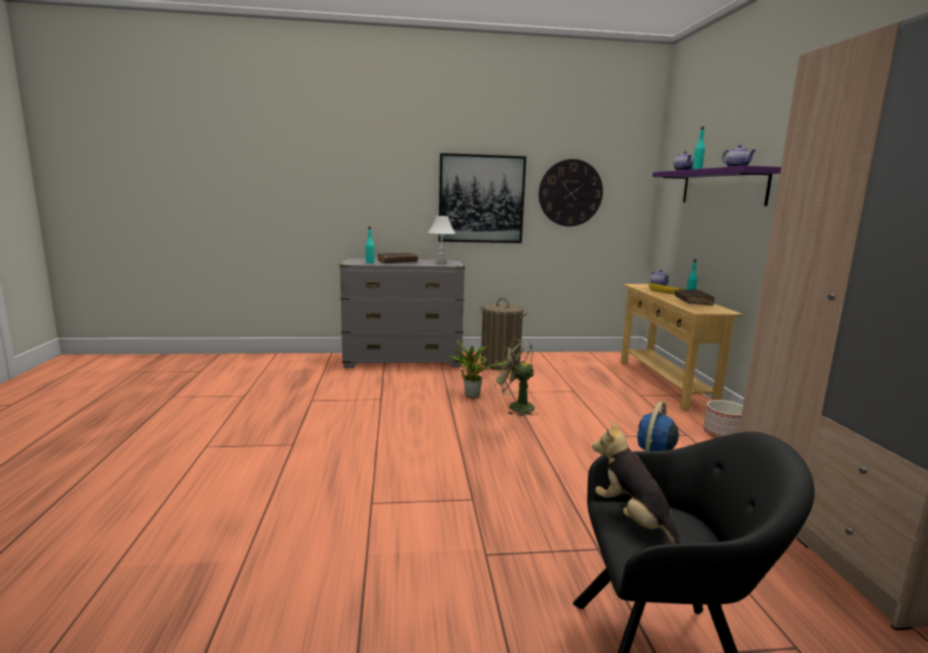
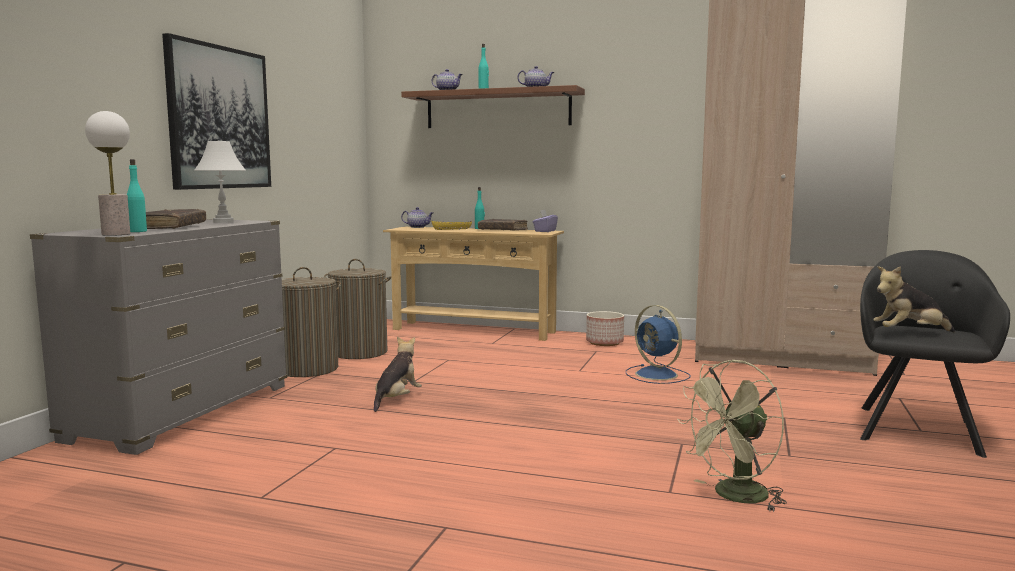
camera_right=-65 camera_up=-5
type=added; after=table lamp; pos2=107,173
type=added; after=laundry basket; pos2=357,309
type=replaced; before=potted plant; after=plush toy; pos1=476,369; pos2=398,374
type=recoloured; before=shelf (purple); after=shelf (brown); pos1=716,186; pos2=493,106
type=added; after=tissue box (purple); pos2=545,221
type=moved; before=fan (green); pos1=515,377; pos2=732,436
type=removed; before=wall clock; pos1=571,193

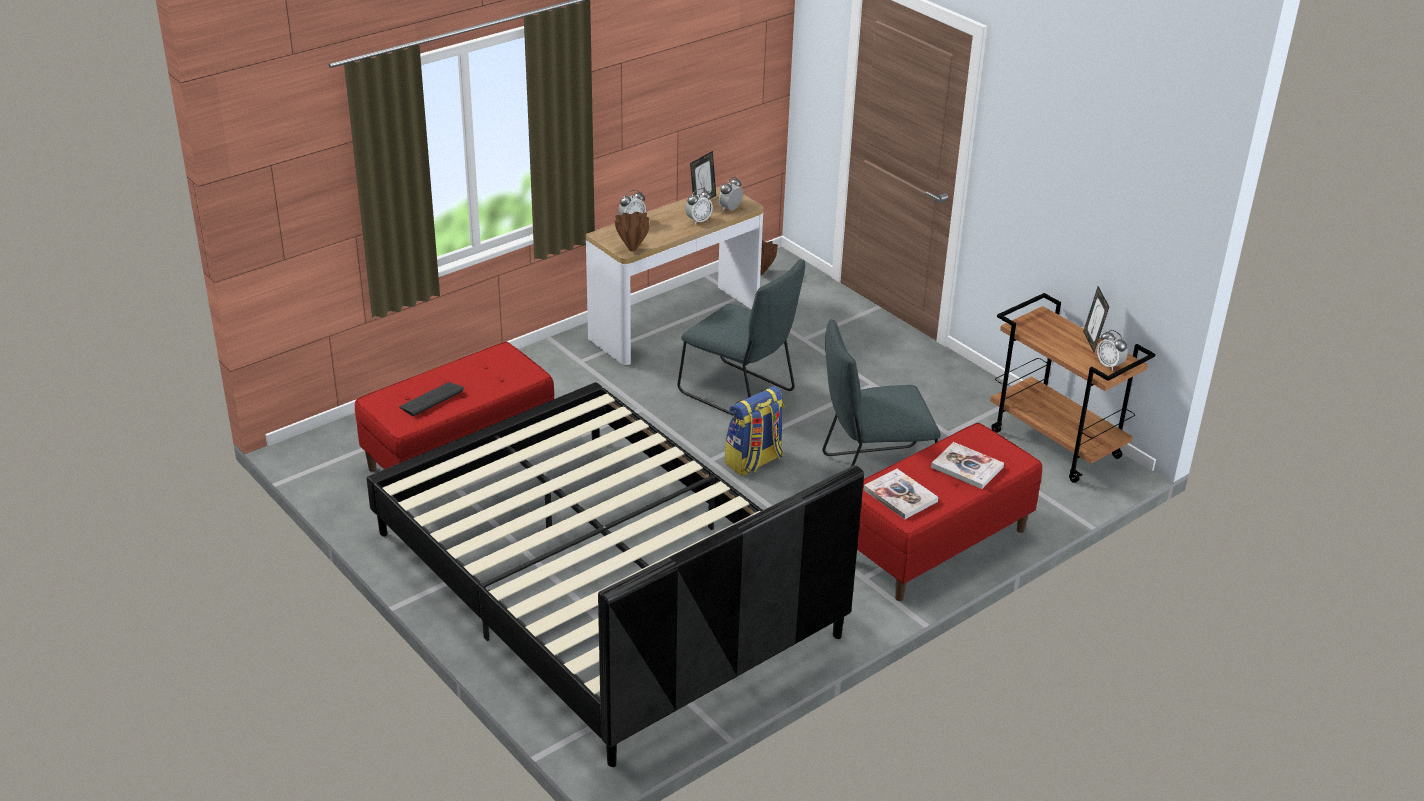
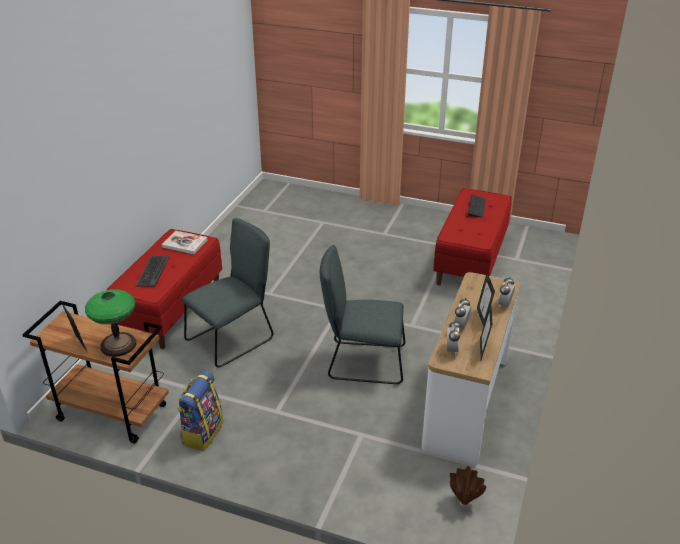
camera_right=150 camera_up=0
type=added; after=table lamp; pos2=110,323
type=replaced; before=book; after=keyboard; pos1=967,465; pos2=152,271
type=moved; before=backpack; pos1=754,431; pos2=200,411
type=added; after=picture frame; pos2=486,300
type=removed; before=bed (black); pos1=615,574
type=removed; before=vase (brown); pos1=632,232
type=removed; before=alarm clock; pos1=1112,350

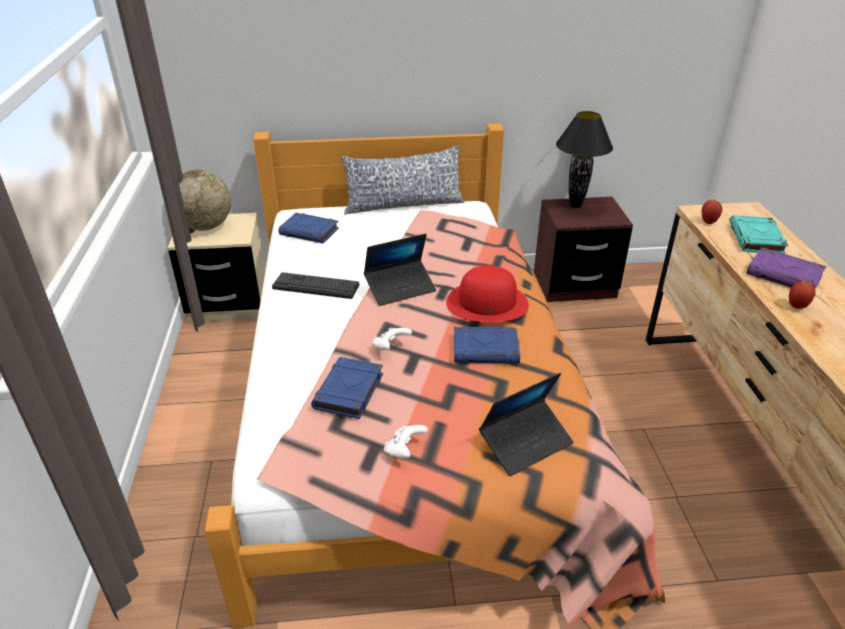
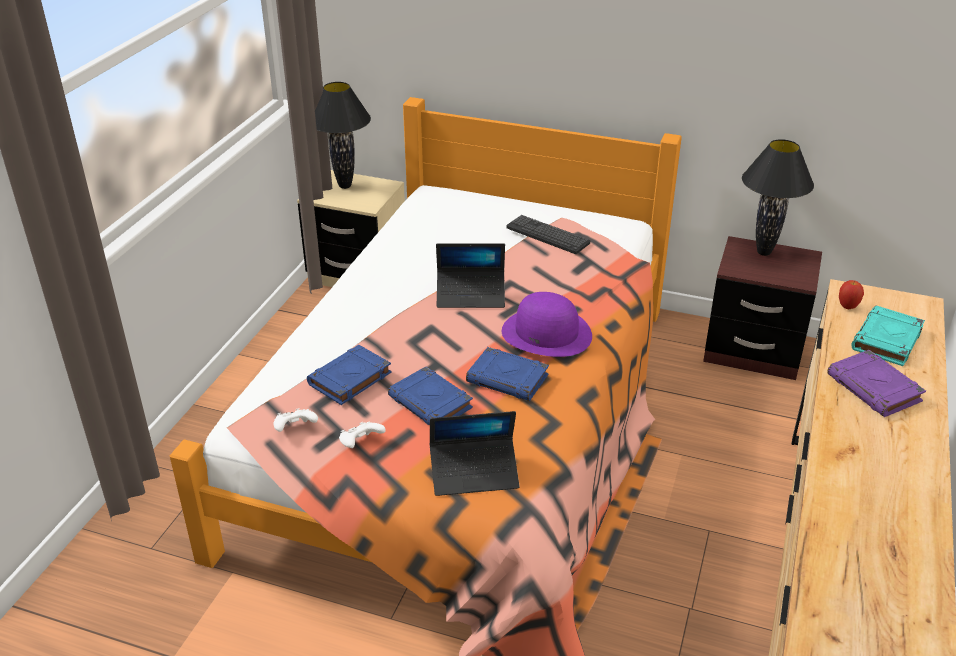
camera_right=25 camera_up=0
type=moved; before=game controller (white); pos1=392,338; pos2=295,420
type=replaced; before=globe; after=table lamp (black); pos1=205,200; pos2=343,135
type=moved; before=book (blue); pos1=309,228; pos2=430,396
type=recoloured; before=hat (red); after=hat (purple); pos1=487,294; pos2=547,324
type=moved; before=keyboard; pos1=315,285; pos2=548,234
type=removed; before=pillow; pos1=403,180
type=removed; before=apple; pos1=802,295

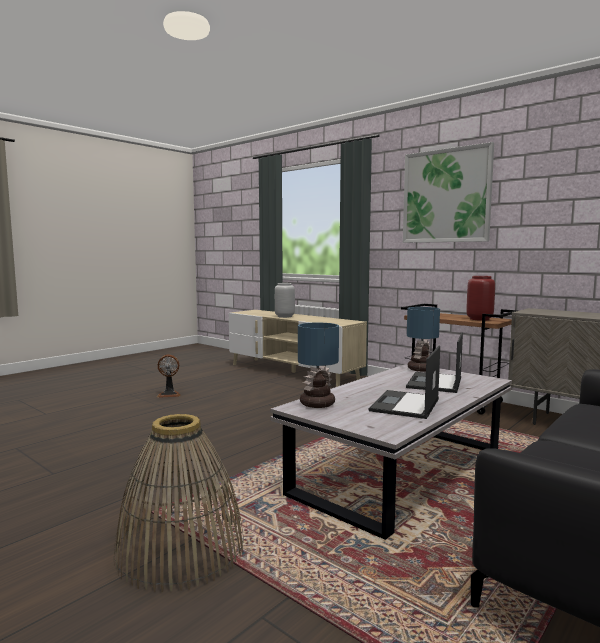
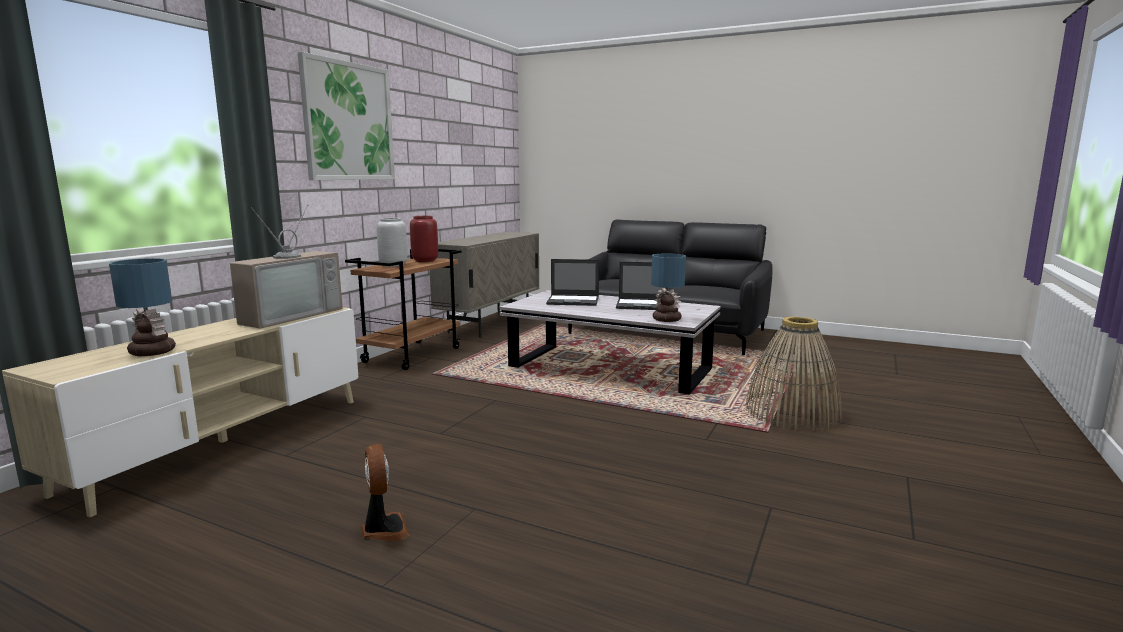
camera_right=-105 camera_up=5
type=moved; before=table lamp; pos1=423,339; pos2=142,307
type=added; after=television; pos2=286,267
type=moved; before=vase (grey); pos1=285,300; pos2=392,242

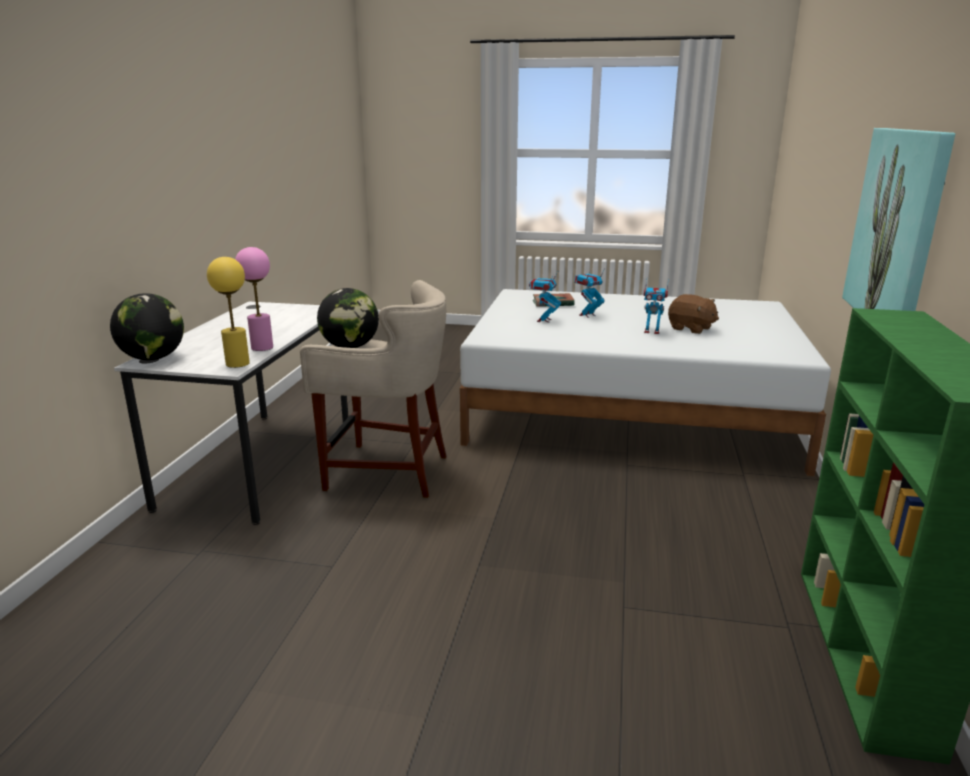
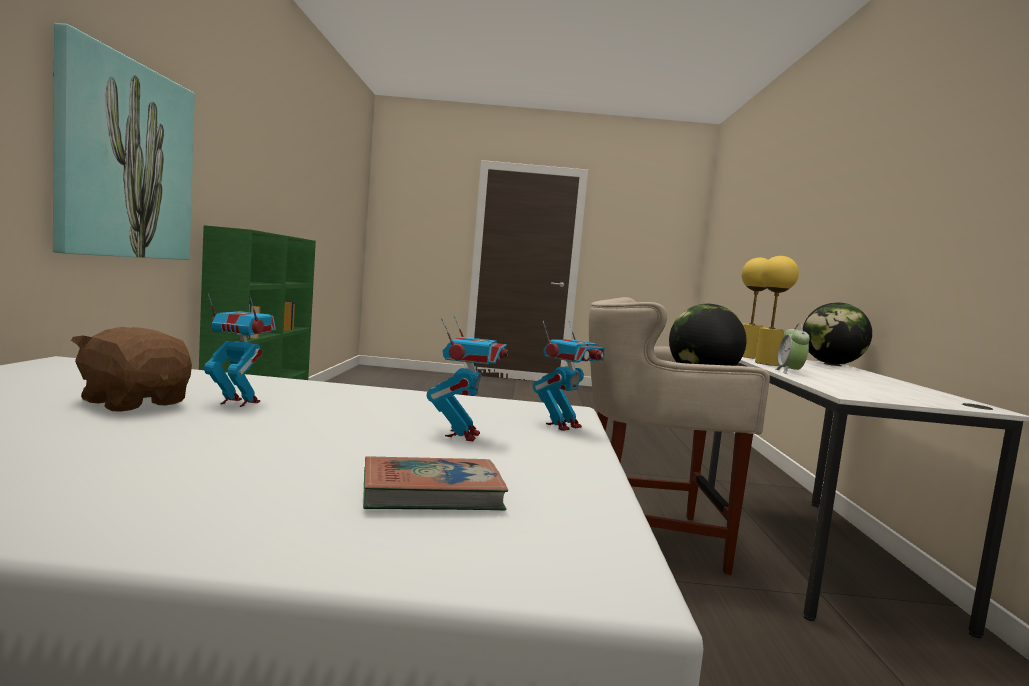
camera_right=170 camera_up=-15
type=moved; before=toy robot; pos1=589,293; pos2=569,376
type=recoloured; before=table lamp (pink); after=table lamp (yellow); pos1=254,299; pos2=777,311
type=added; after=alarm clock; pos2=793,349

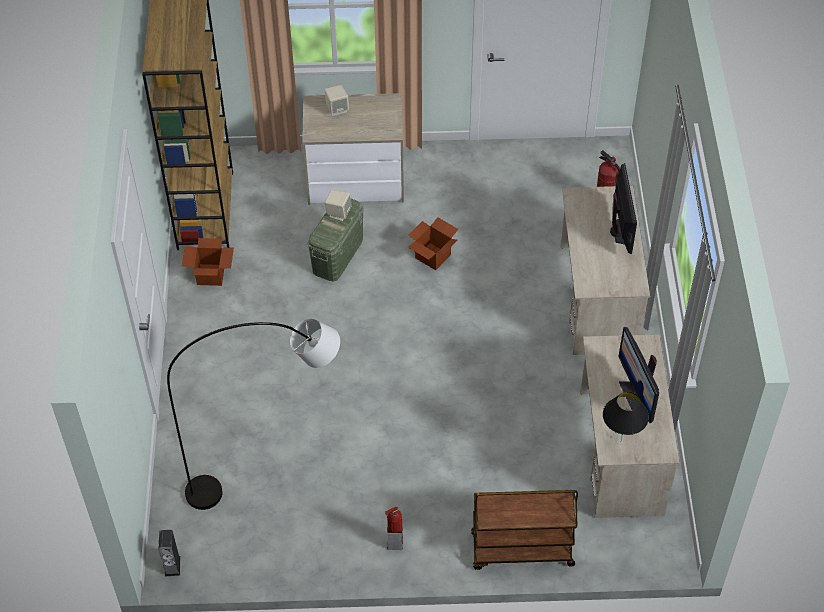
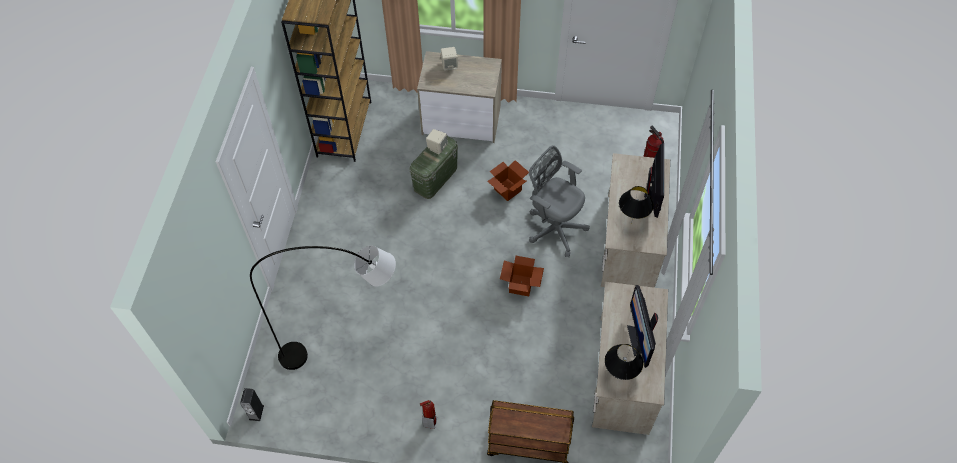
camera_right=10 camera_up=5
type=moved; before=cardboard box; pos1=208,262; pos2=522,276
type=added; after=office chair (grey); pos2=559,201
type=added; after=table lamp (black); pos2=636,205

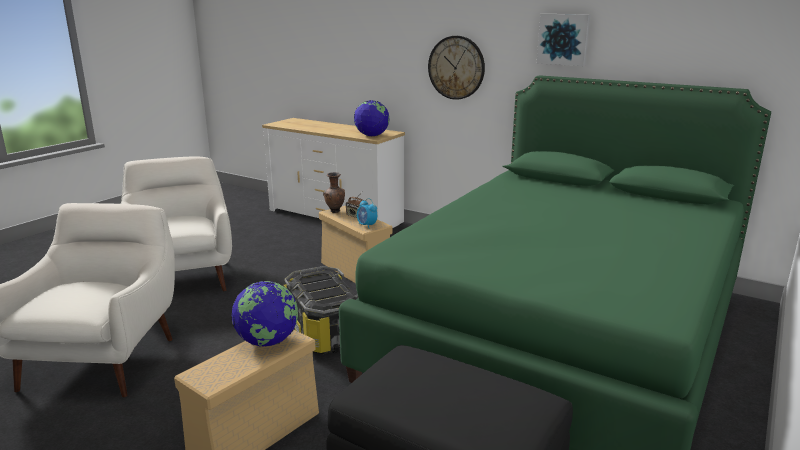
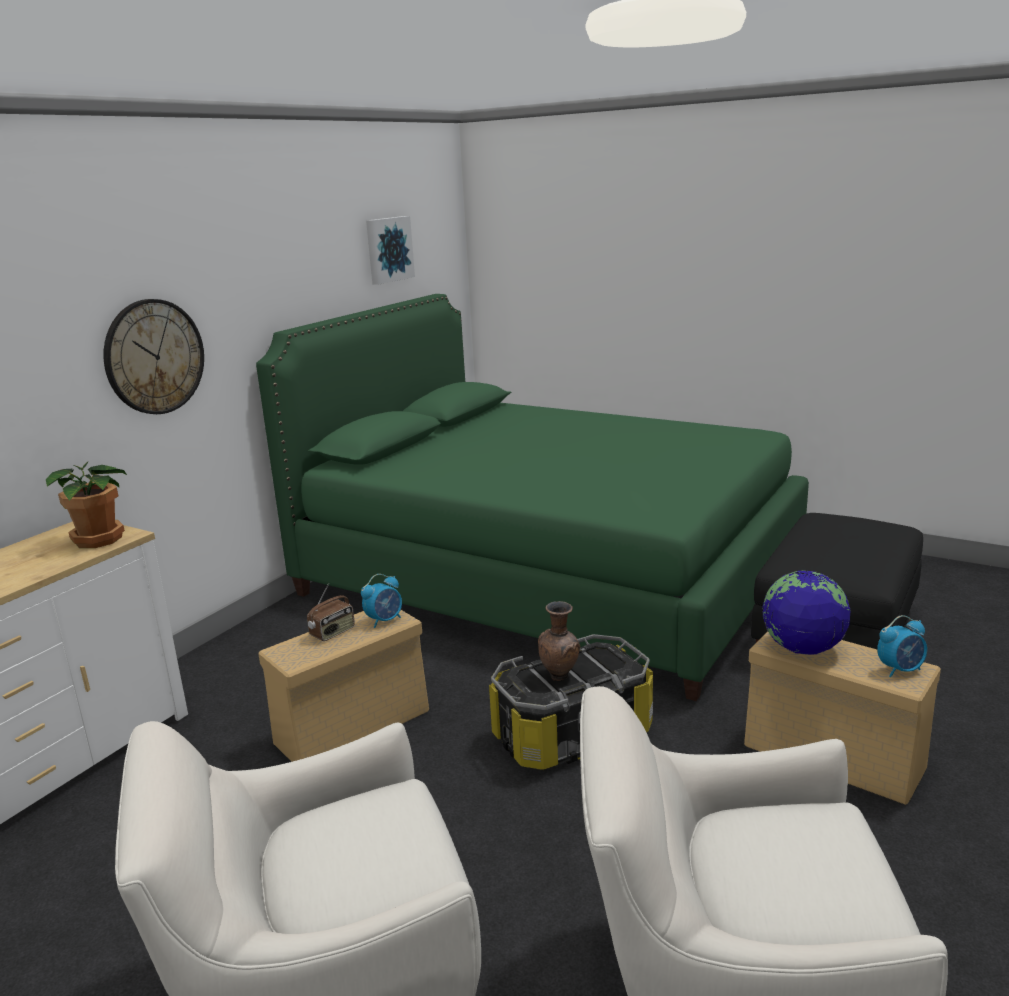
camera_right=-90 camera_up=0
type=replaced; before=globe; after=potted plant; pos1=371,118; pos2=86,505
type=moved; before=picture; pos1=563,40; pos2=390,250
type=moved; before=vase (brown); pos1=334,192; pos2=559,641
type=added; after=alarm clock; pos2=902,646

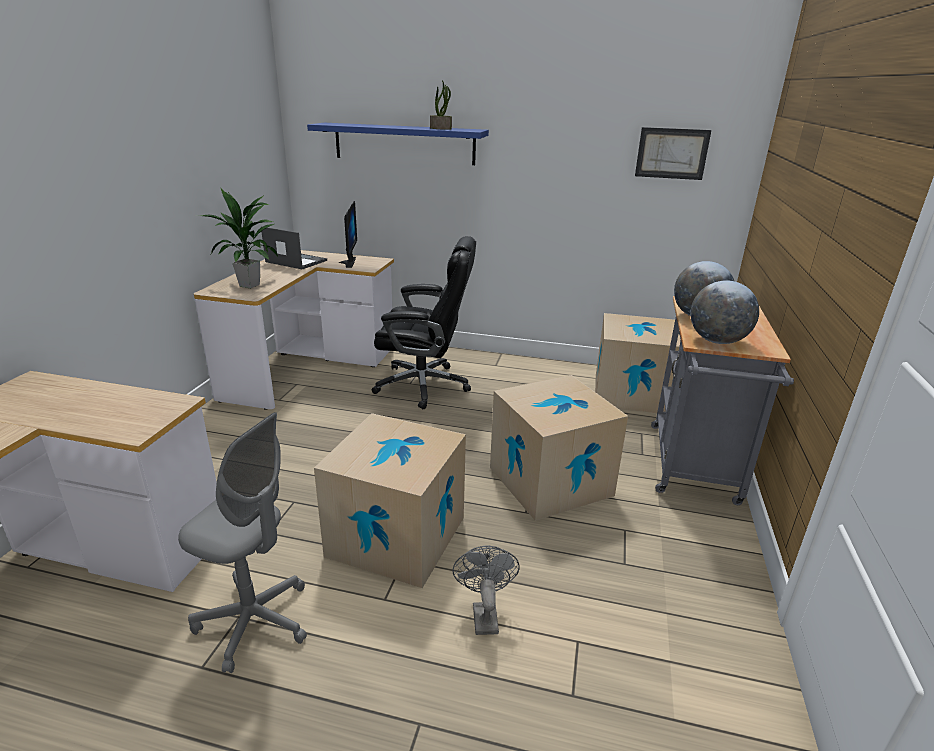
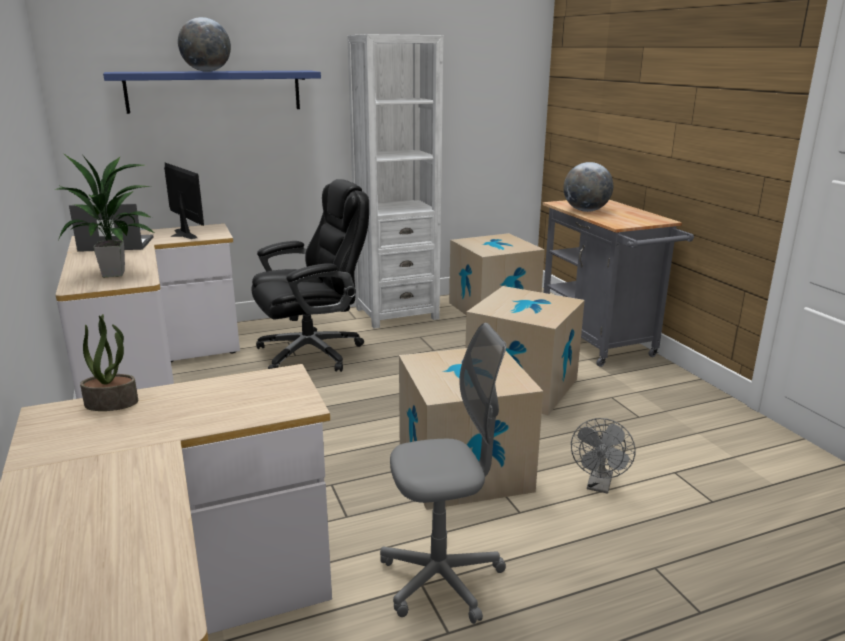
camera_right=-35 camera_up=-5
type=moved; before=potted plant; pos1=441,105; pos2=109,362
type=moved; before=globe; pos1=724,312; pos2=204,44
type=added; after=bookcase (white); pos2=395,181
type=turned; before=fan (grey); pos1=486,590; pos2=603,456; turn=-120
type=removed; before=picture; pos1=673,153

